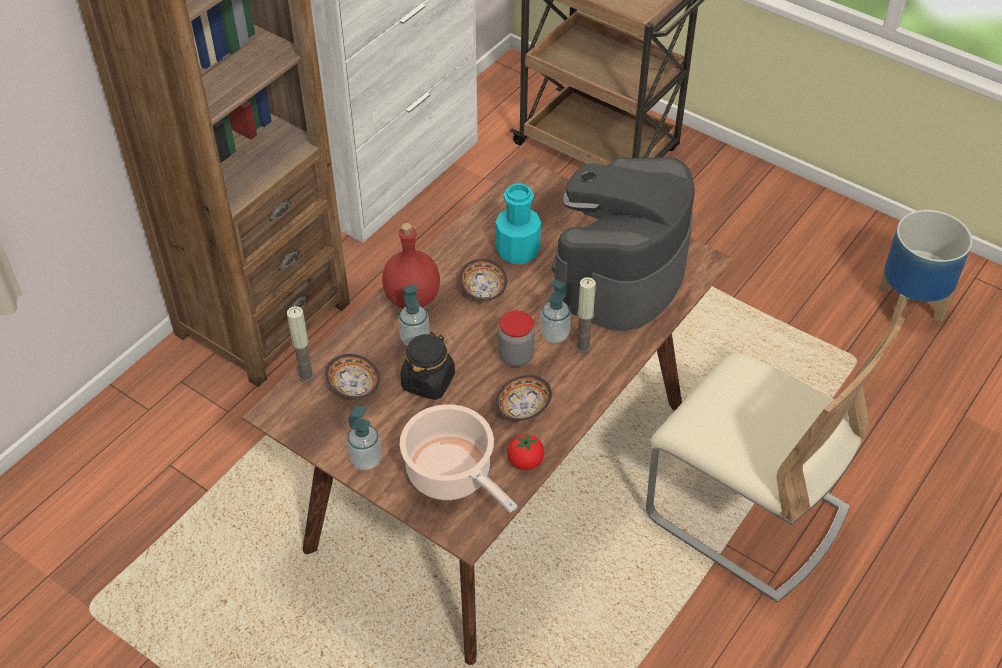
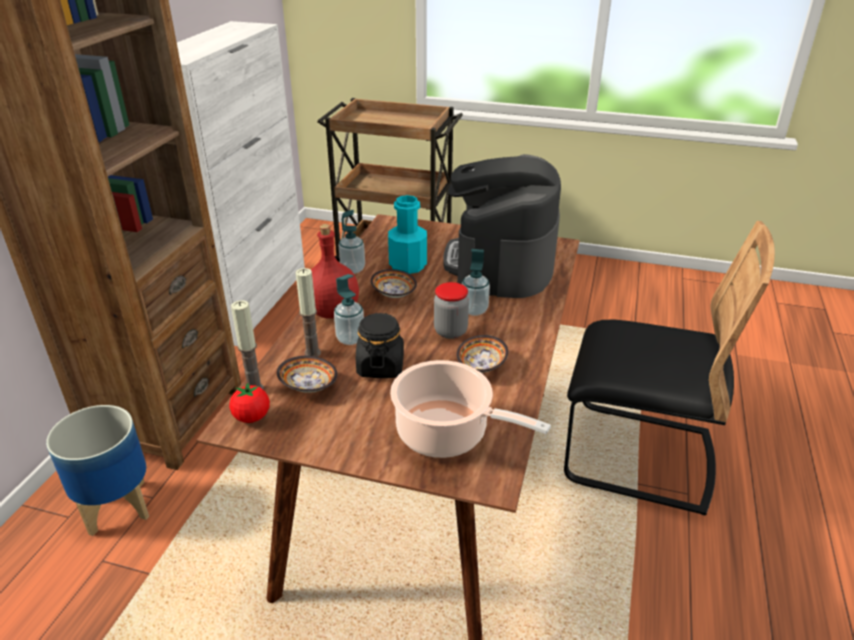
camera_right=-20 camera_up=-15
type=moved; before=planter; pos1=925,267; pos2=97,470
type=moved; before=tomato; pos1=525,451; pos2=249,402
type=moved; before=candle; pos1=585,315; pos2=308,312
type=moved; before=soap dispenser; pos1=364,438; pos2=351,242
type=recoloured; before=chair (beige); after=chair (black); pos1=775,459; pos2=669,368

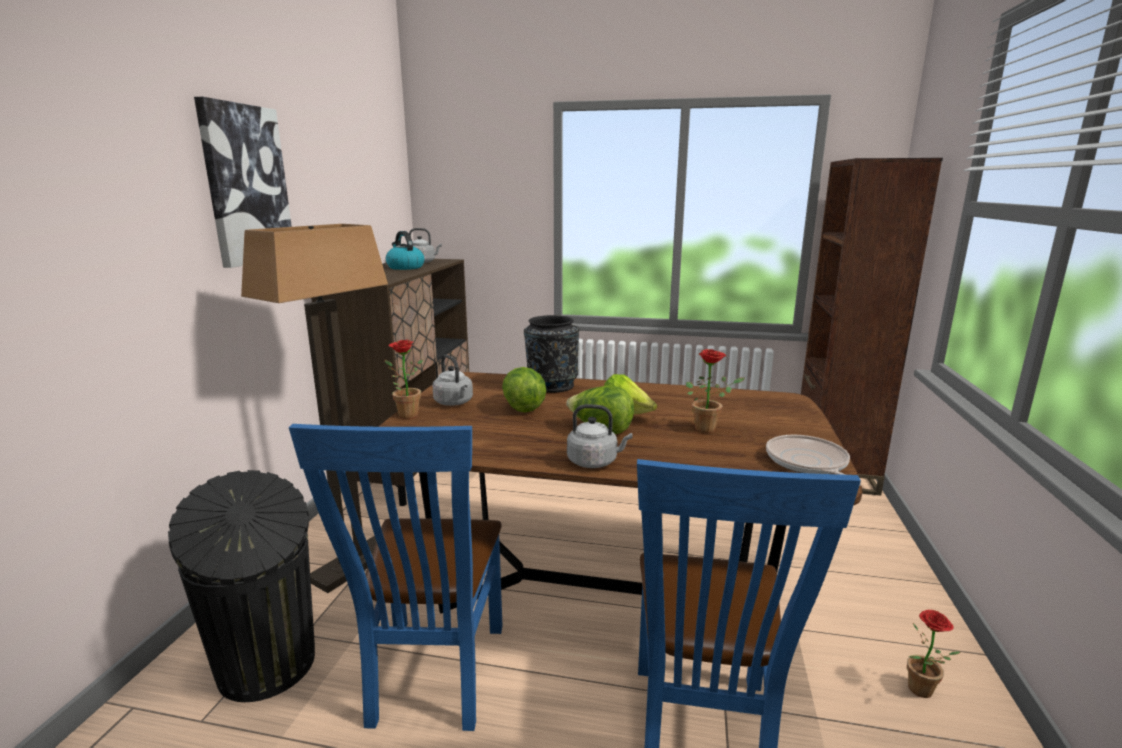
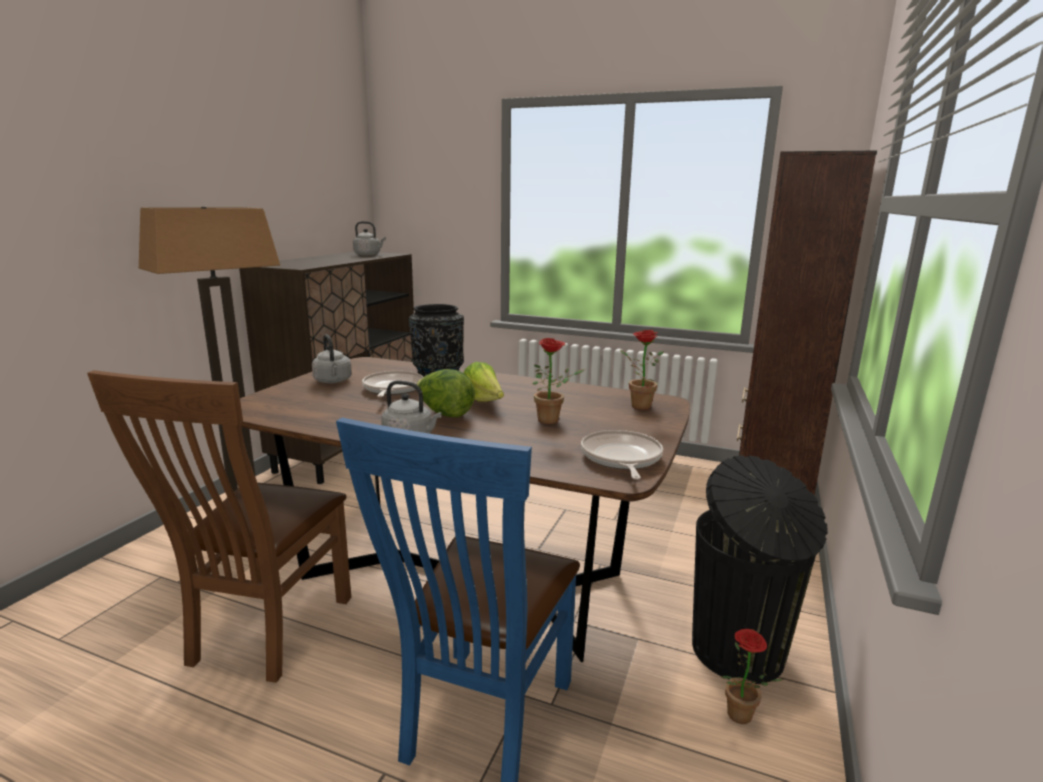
camera_right=10 camera_up=0
type=recoloured; before=chair (blue); after=chair (brown); pos1=396,577; pos2=219,526
type=replaced; before=lettuce; after=frying pan; pos1=524,390; pos2=392,384
type=moved; before=potted plant; pos1=404,379; pos2=642,370
type=moved; before=trash can (black); pos1=241,586; pos2=760,569
type=removed; before=picture; pos1=243,182
type=removed; before=kettle; pos1=405,250

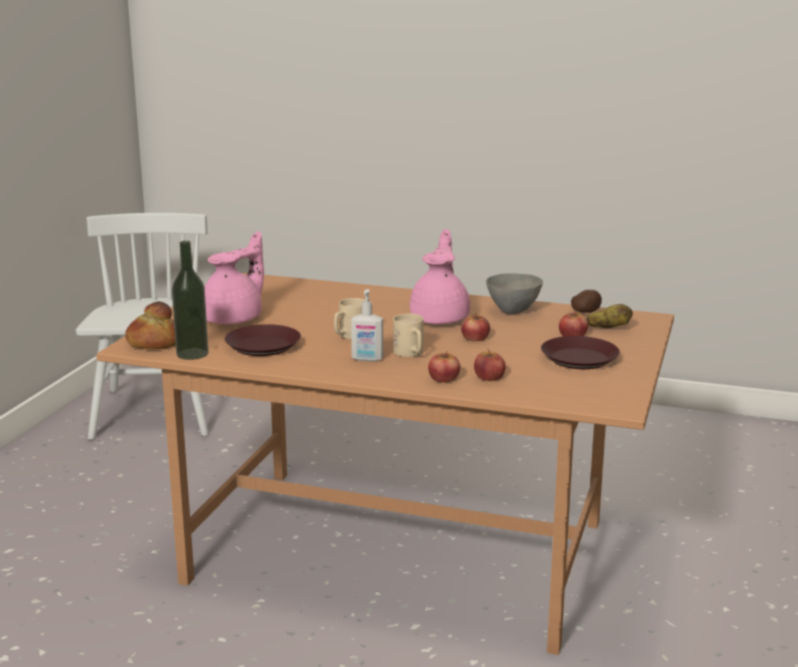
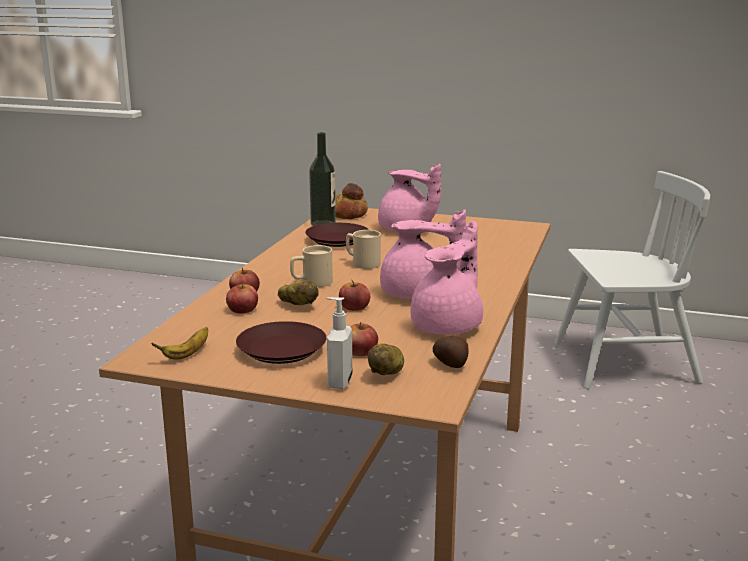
camera_right=90 camera_up=0
type=added; after=banana; pos2=179,343
type=added; after=potato; pos2=298,292
type=moved; before=soap dispenser; pos1=367,325; pos2=339,343
type=replaced; before=bowl (grey); after=teapot (pink); pos1=514,293; pos2=446,277

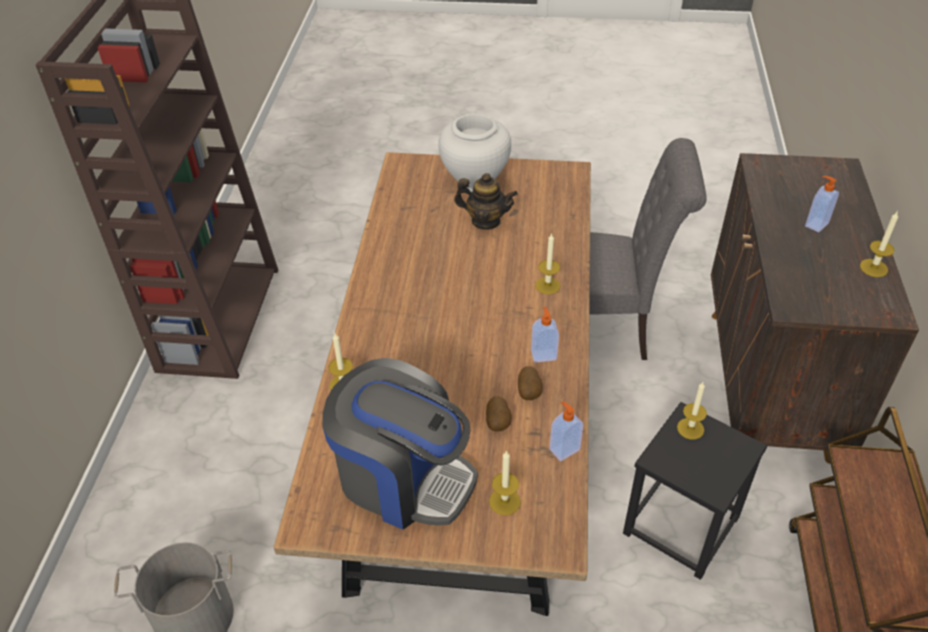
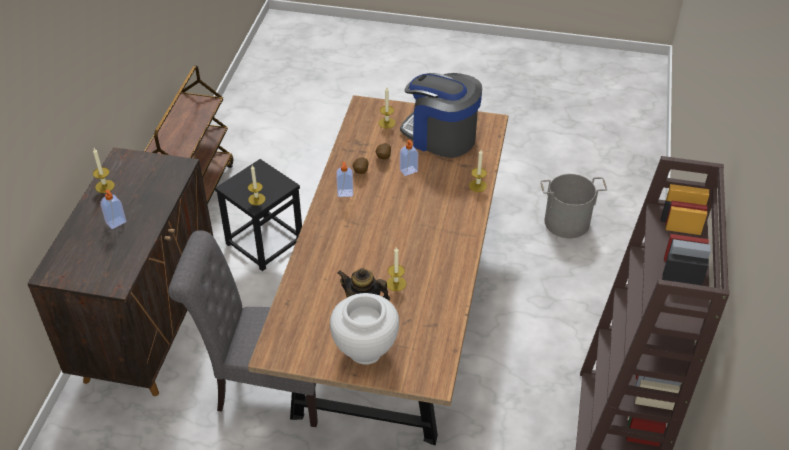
camera_right=-175 camera_up=0
type=moved; before=candle; pos1=547,263; pos2=396,269
type=moved; before=soap dispenser; pos1=566,431; pos2=409,158

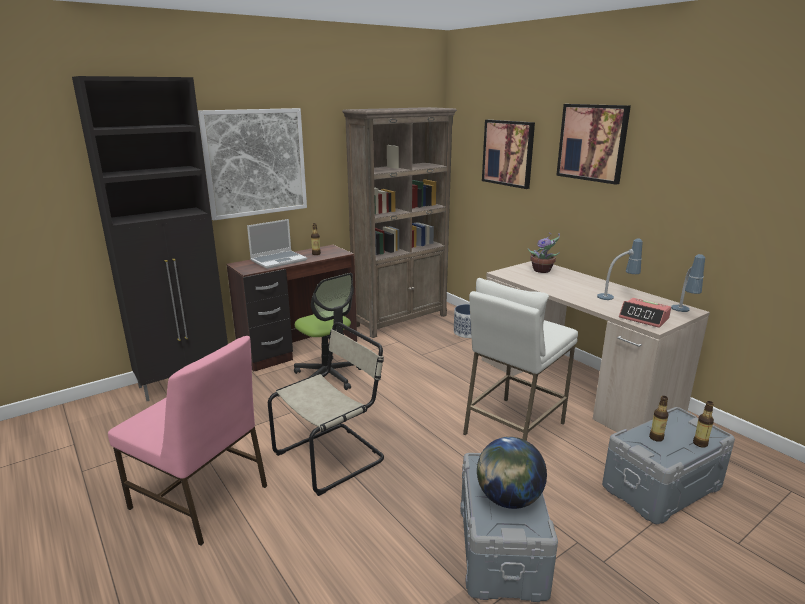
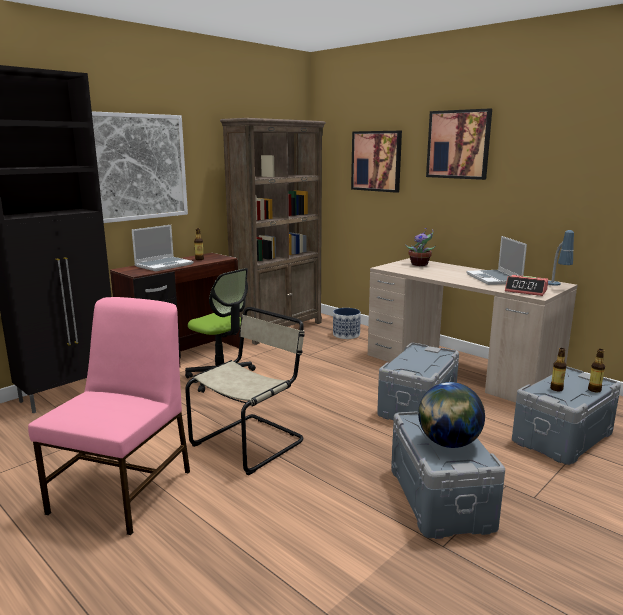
camera_right=-10 camera_up=-5
type=turned; before=chair (pink); pos1=187,441; pos2=109,416; turn=-90
type=replaced; before=stool (white); after=storage box (grey); pos1=520,359; pos2=418,381
type=replaced; before=table lamp; after=laptop; pos1=620,269; pos2=496,260

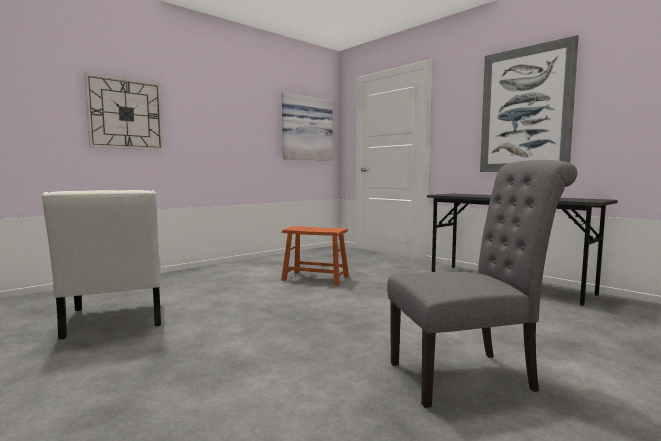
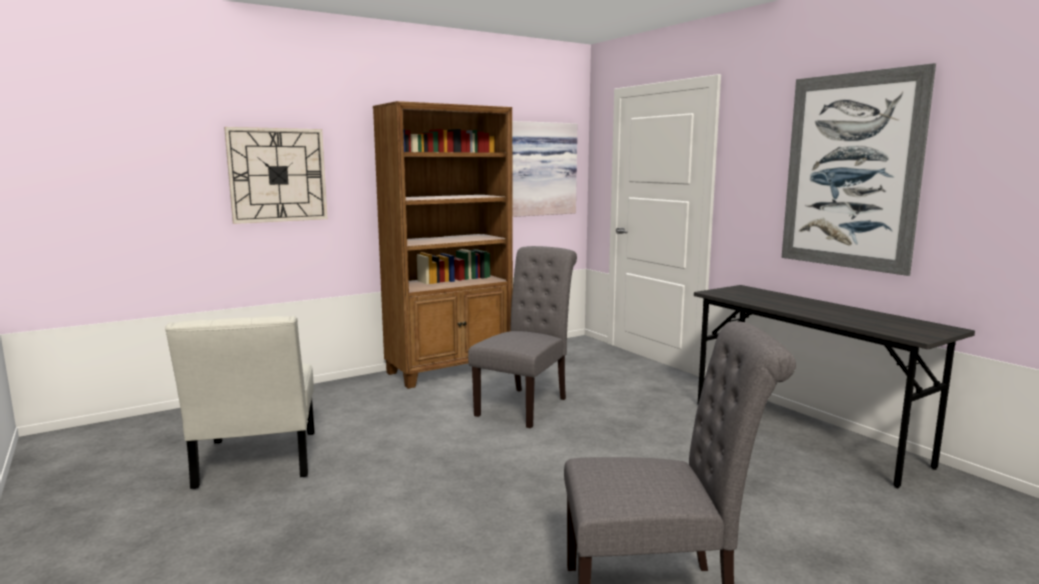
camera_right=10 camera_up=5
type=added; after=bookcase (brown); pos2=443,245
type=replaced; before=stool (brown); after=chair (grey); pos1=315,256; pos2=522,337

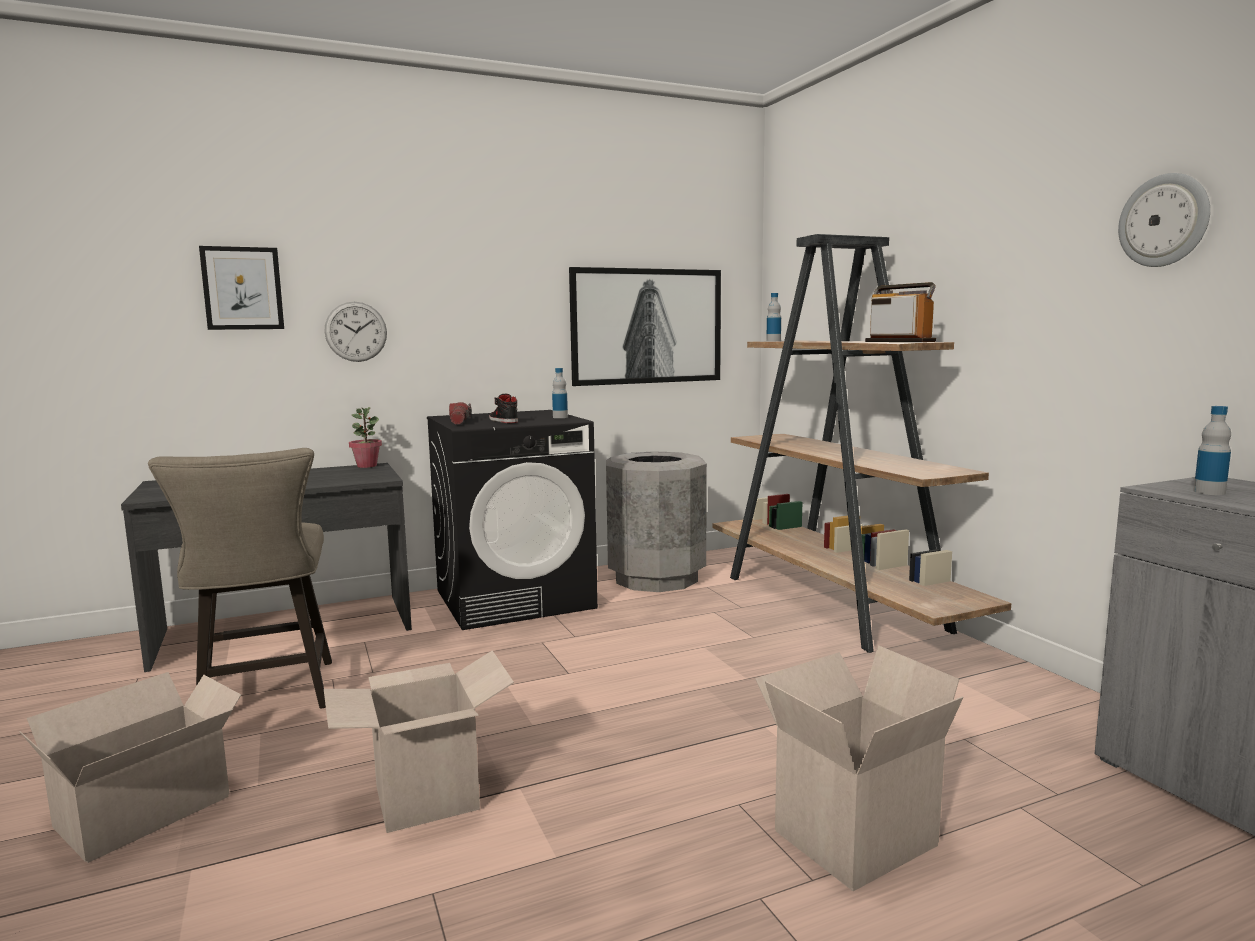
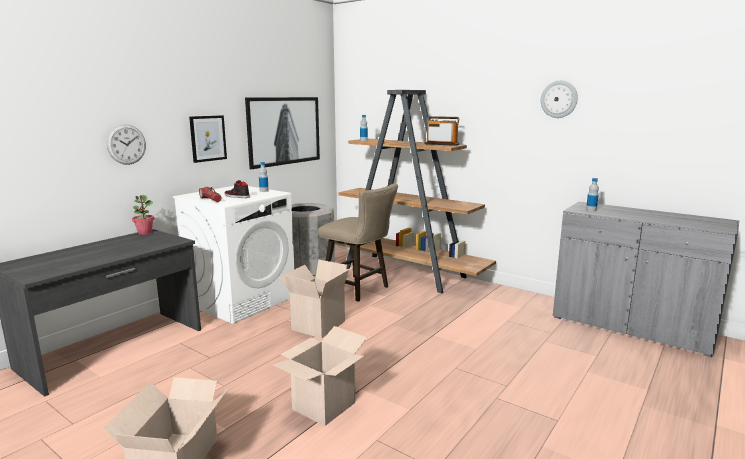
camera_right=-30 camera_up=5
type=recoloured; before=washing machine (black); after=washing machine (white); pos1=512,520; pos2=233,255
type=moved; before=picture; pos1=241,288; pos2=208,139
type=moved; before=cardboard box; pos1=859,768; pos2=314,299
type=moved; before=stool (beige); pos1=240,578; pos2=358,243

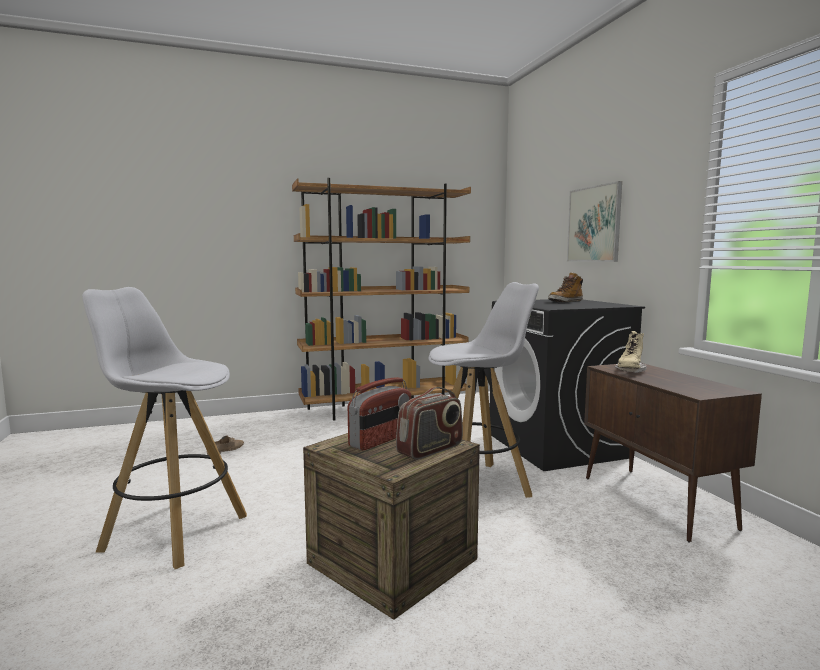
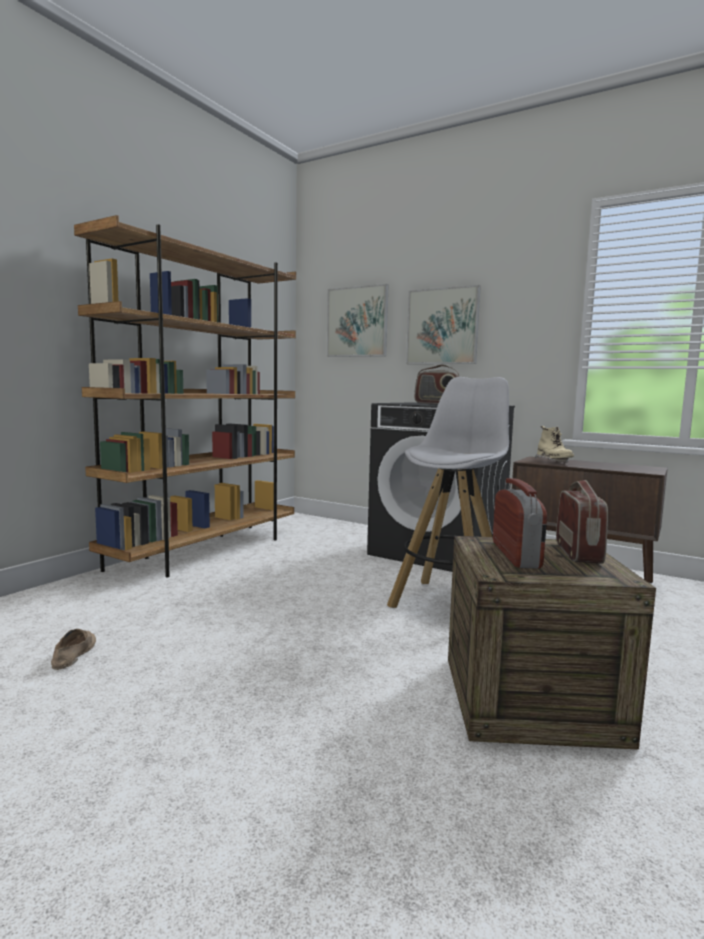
camera_right=-40 camera_up=0
type=added; after=picture; pos2=358,320
type=replaced; before=boot; after=radio; pos1=565,287; pos2=437,384
type=removed; before=stool (white); pos1=164,428

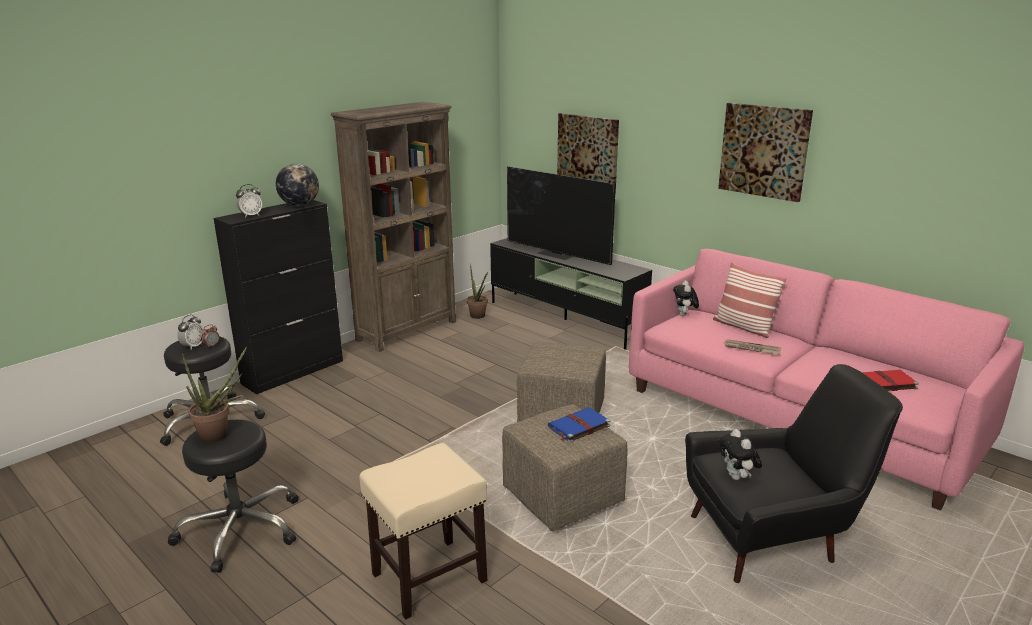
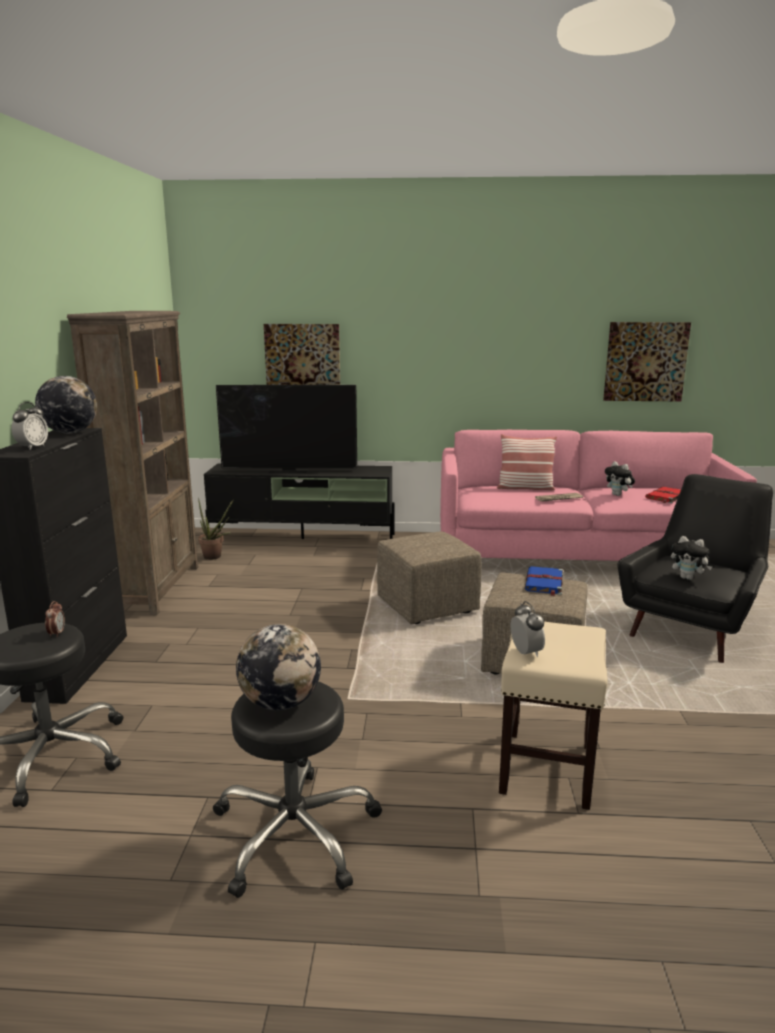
camera_right=-40 camera_up=-5
type=replaced; before=potted plant; after=globe; pos1=214,395; pos2=278,667
type=moved; before=alarm clock; pos1=190,332; pos2=528,629
type=moved; before=picture; pos1=765,152; pos2=647,361
type=moved; before=plush toy; pos1=686,298; pos2=620,478

